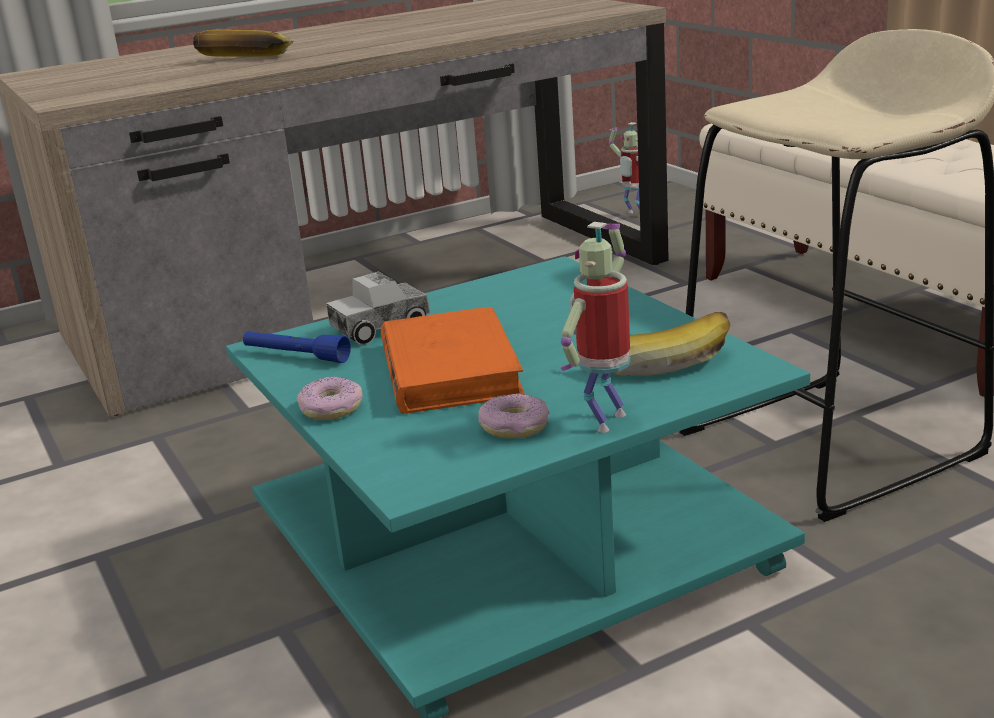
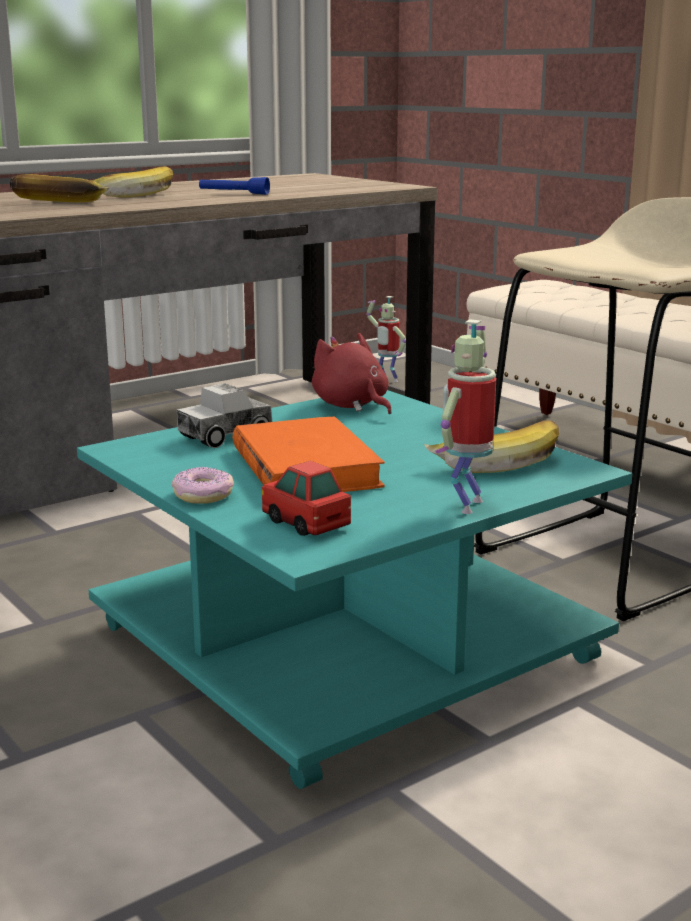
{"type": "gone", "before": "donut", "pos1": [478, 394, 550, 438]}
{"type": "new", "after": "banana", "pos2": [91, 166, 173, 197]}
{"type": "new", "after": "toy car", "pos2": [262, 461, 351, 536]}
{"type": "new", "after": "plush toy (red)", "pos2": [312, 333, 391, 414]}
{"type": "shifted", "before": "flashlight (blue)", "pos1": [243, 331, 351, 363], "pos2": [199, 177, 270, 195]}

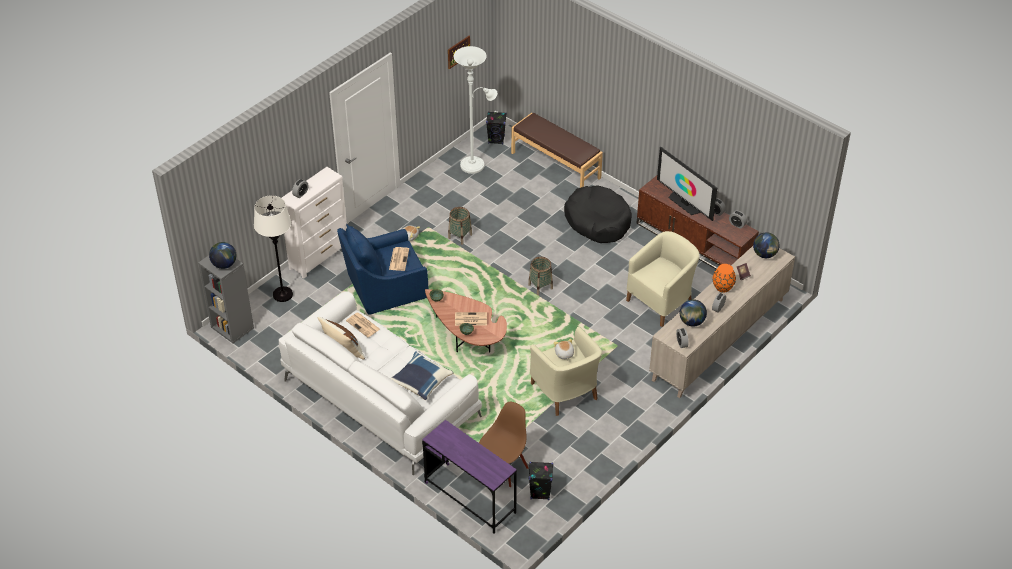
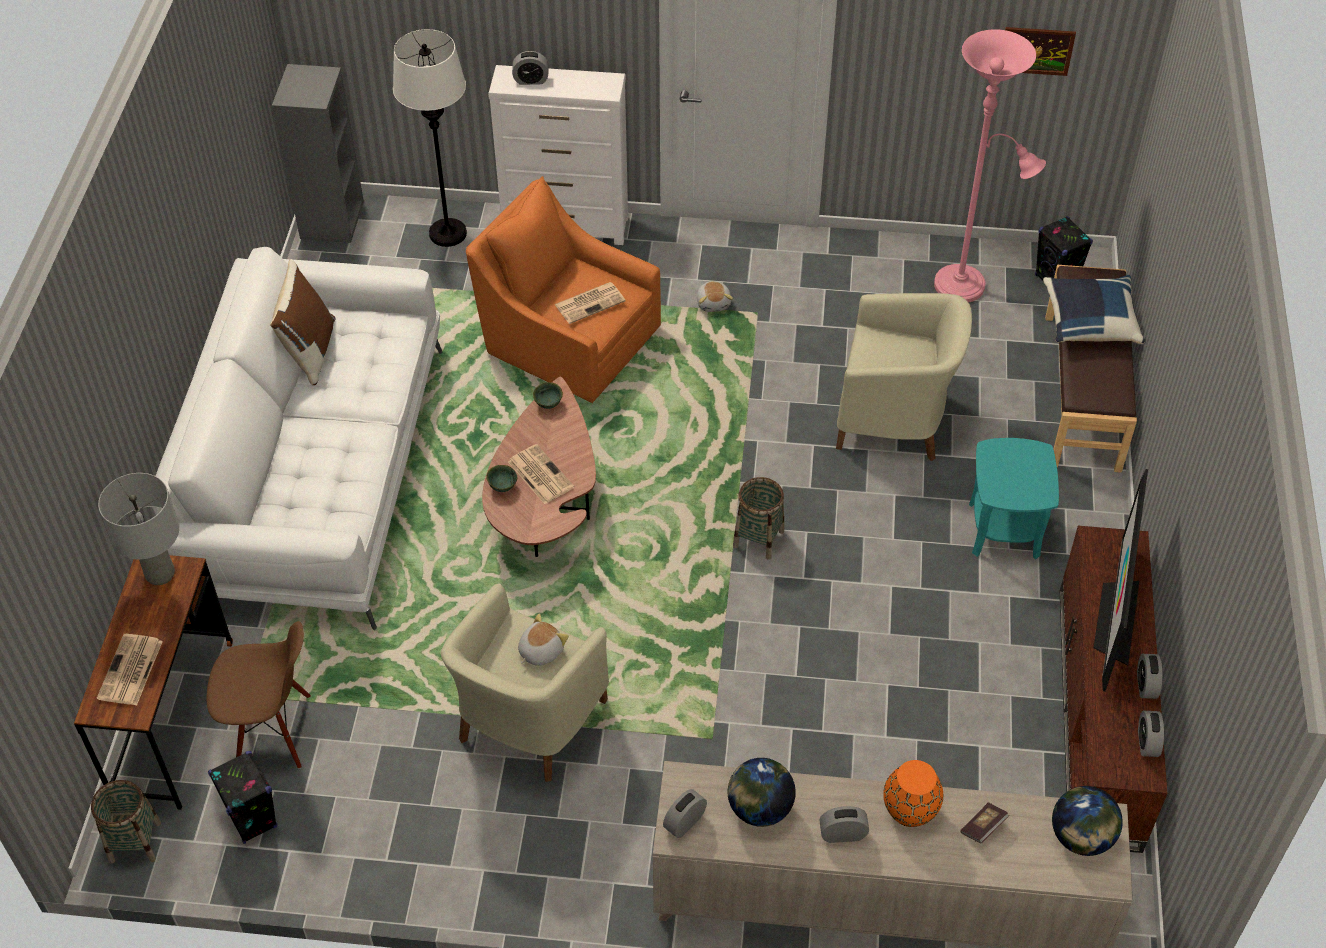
{"type": "gone", "before": "globe", "pos1": [209, 242, 236, 269]}
{"type": "new", "after": "table lamp (grey)", "pos2": [98, 473, 179, 585]}
{"type": "shifted", "before": "newspaper", "pos1": [346, 313, 380, 337], "pos2": [97, 634, 163, 705]}
{"type": "shifted", "before": "pillow (blue)", "pos1": [390, 351, 453, 400], "pos2": [1043, 275, 1145, 344]}
{"type": "shifted", "before": "basket", "pos1": [448, 207, 472, 245], "pos2": [91, 780, 161, 864]}
{"type": "shifted", "before": "armchair (beige)", "pos1": [626, 231, 700, 327], "pos2": [836, 293, 972, 461]}
{"type": "swapped", "before": "dog bed (black)", "after": "side table (turquoise)", "pos1": [564, 185, 632, 243], "pos2": [969, 438, 1059, 559]}
{"type": "repainted", "before": "armchair (blue)", "after": "armchair (orange)", "pos1": [337, 224, 429, 315], "pos2": [466, 176, 661, 403]}
{"type": "repainted", "before": "desk (purple)", "after": "desk (brown)", "pos1": [422, 420, 517, 533], "pos2": [74, 555, 233, 810]}
{"type": "repainted", "before": "floor lamp (white)", "after": "floor lamp (pink)", "pos1": [454, 46, 497, 174], "pos2": [934, 29, 1046, 303]}

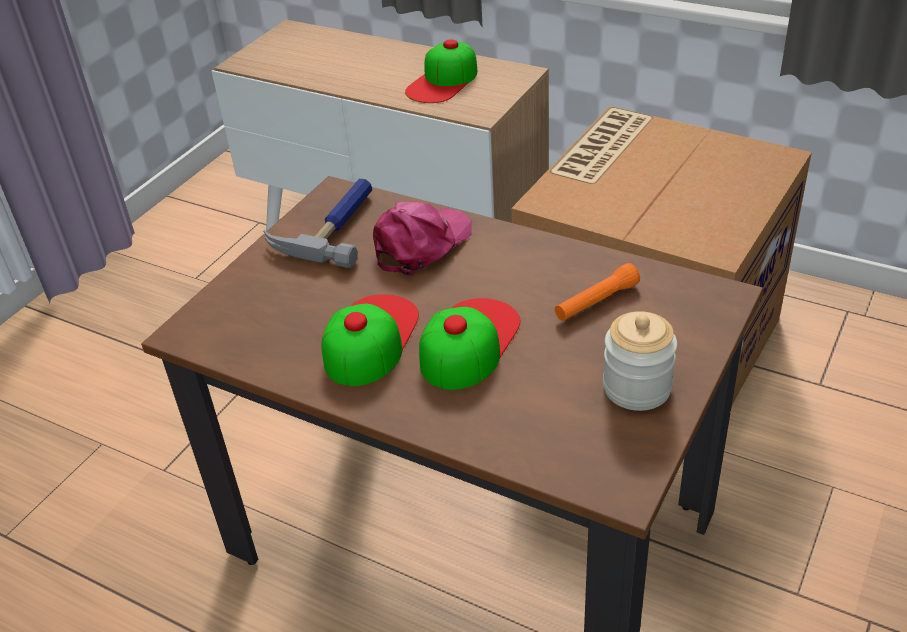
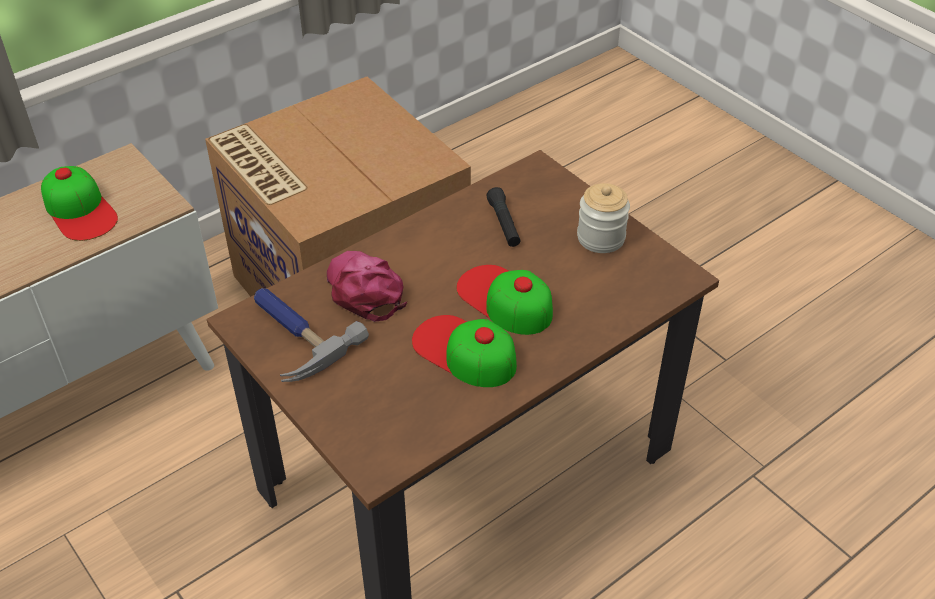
{"type": "repainted", "before": "flashlight (orange)", "after": "flashlight (black)", "pos1": [555, 263, 640, 321], "pos2": [486, 187, 521, 247]}

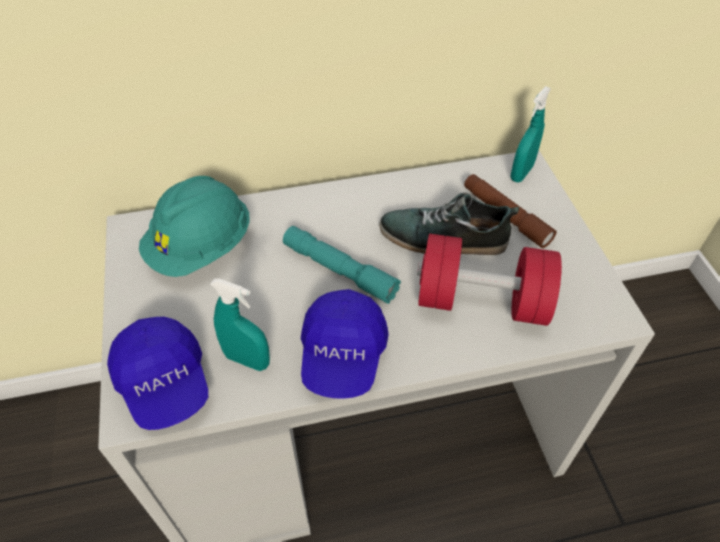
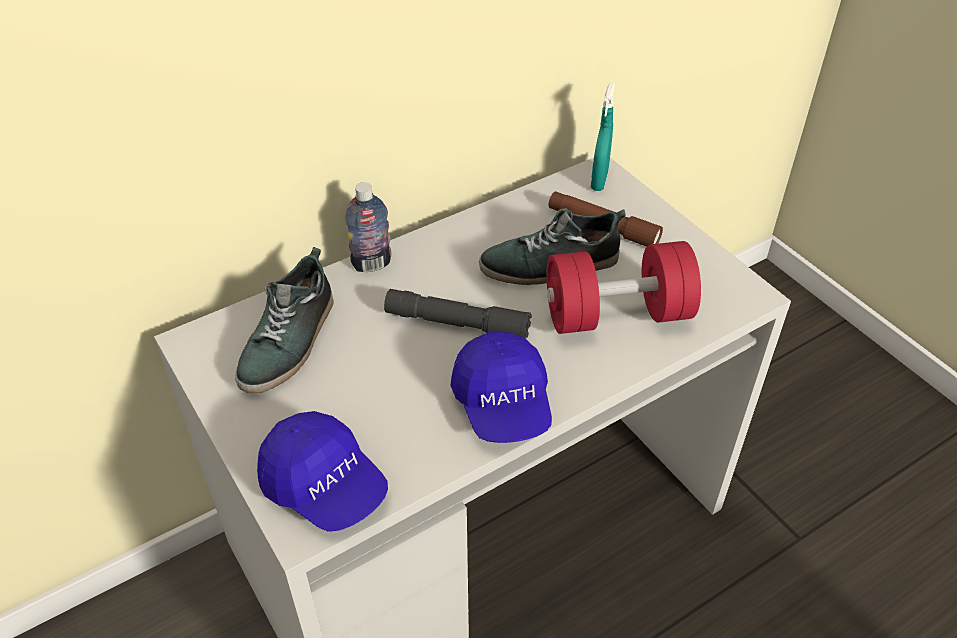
{"type": "gone", "before": "spray bottle (turquoise)", "pos1": [210, 279, 270, 371]}
{"type": "new", "after": "bottle", "pos2": [345, 182, 392, 272]}
{"type": "swapped", "before": "hard hat (turquoise)", "after": "shoe", "pos1": [139, 176, 249, 277], "pos2": [235, 247, 334, 394]}
{"type": "repainted", "before": "flashlight (turquoise)", "after": "flashlight (grey)", "pos1": [283, 226, 401, 304], "pos2": [384, 289, 531, 340]}

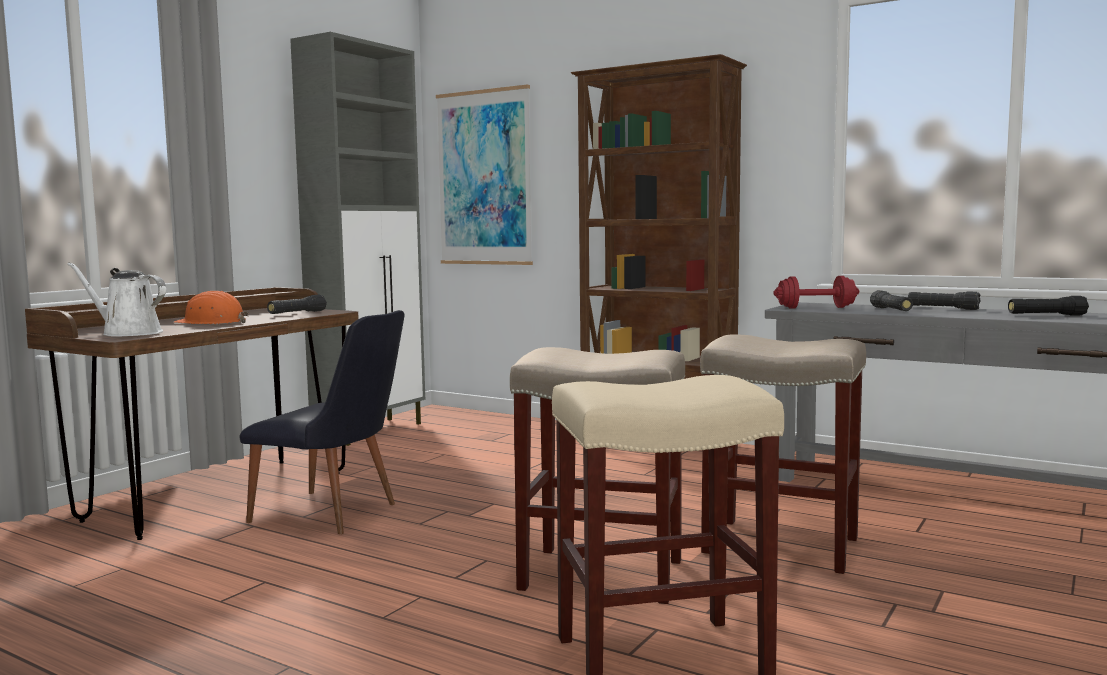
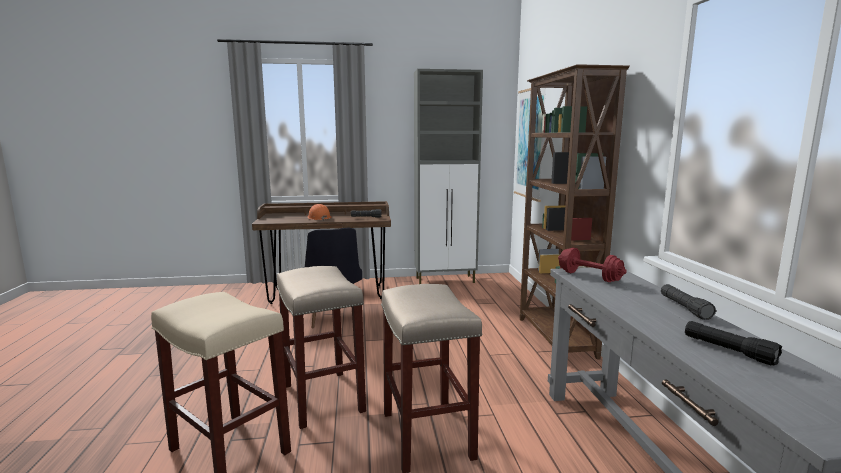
{"type": "gone", "before": "watering can (white)", "pos1": [67, 262, 166, 336]}
{"type": "gone", "before": "flashlight (black)", "pos1": [870, 290, 913, 311]}

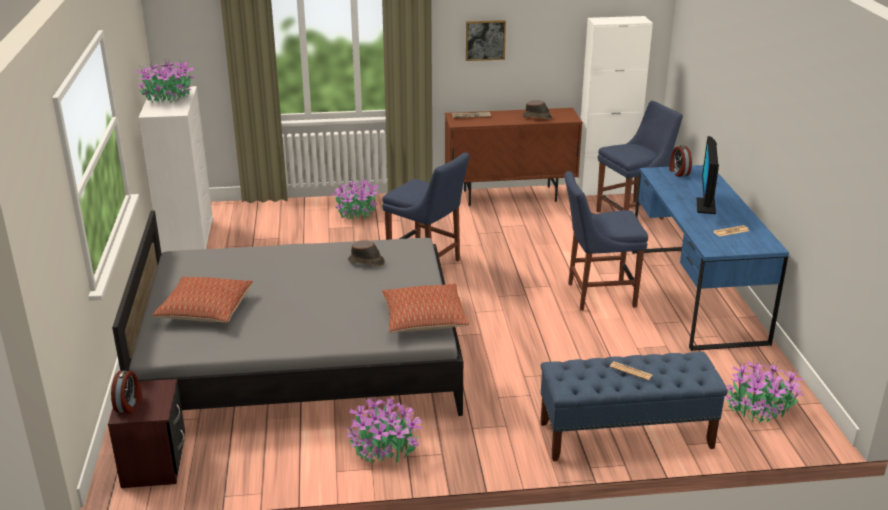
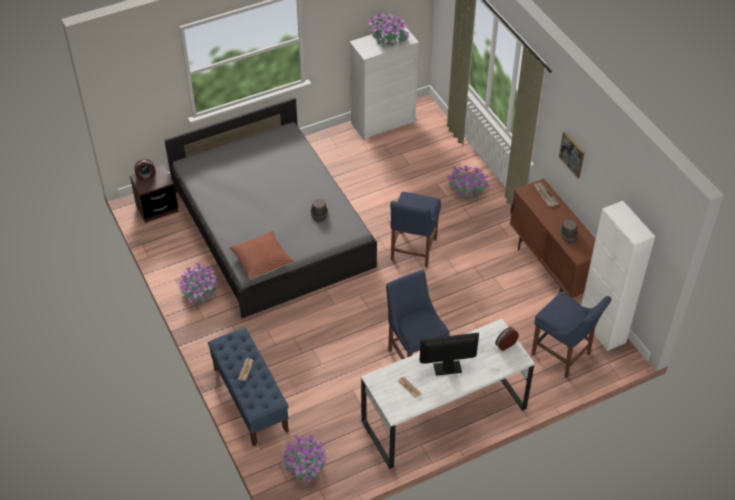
{"type": "gone", "before": "pillow", "pos1": [152, 277, 253, 323]}
{"type": "repainted", "before": "desk (blue)", "after": "desk (white)", "pos1": [632, 165, 789, 351], "pos2": [361, 319, 535, 469]}

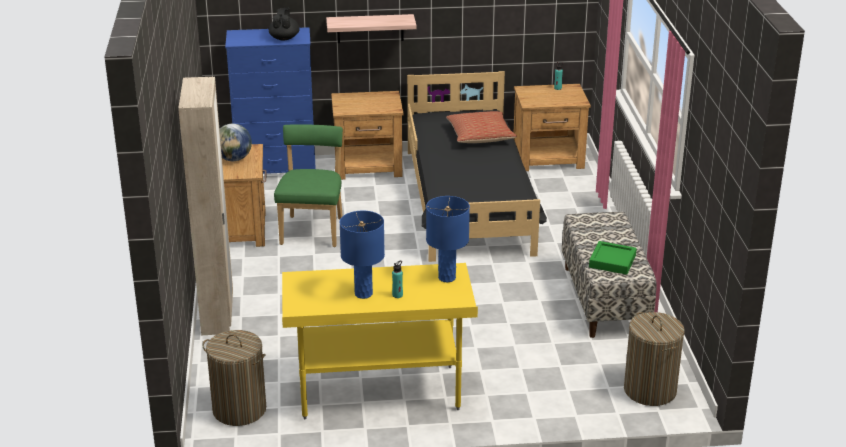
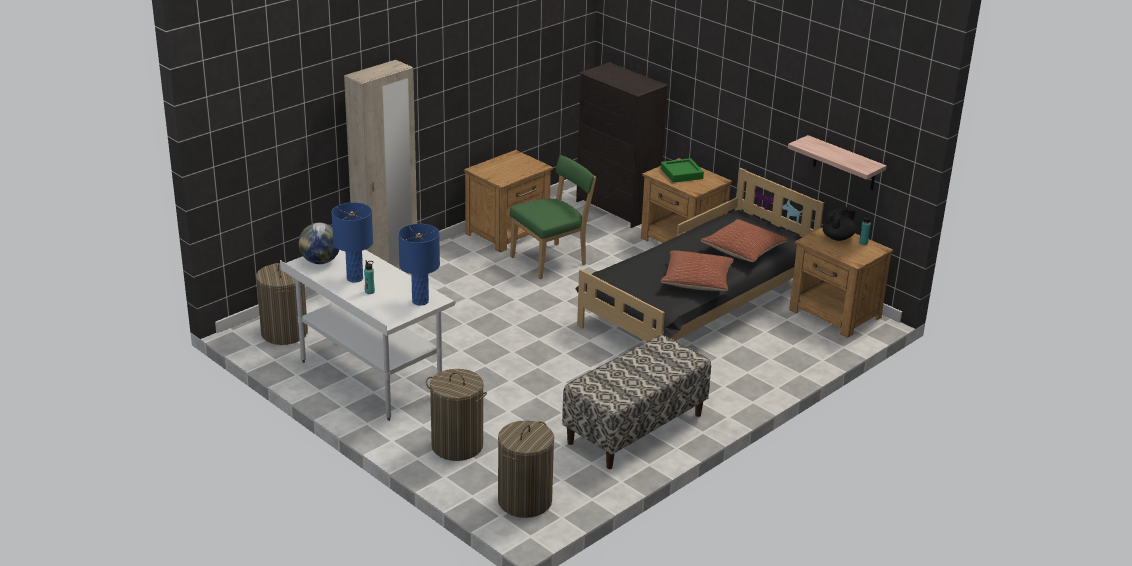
{"type": "new", "after": "laundry basket", "pos2": [426, 369, 487, 461]}
{"type": "new", "after": "pillow", "pos2": [660, 251, 734, 291]}
{"type": "shifted", "before": "globe", "pos1": [219, 123, 252, 161], "pos2": [299, 223, 339, 264]}
{"type": "shifted", "before": "teapot (black)", "pos1": [269, 8, 300, 40], "pos2": [822, 207, 856, 241]}
{"type": "shifted", "before": "shelf", "pos1": [326, 14, 416, 43], "pos2": [788, 135, 887, 190]}
{"type": "shifted", "before": "tray (green)", "pos1": [589, 241, 637, 275], "pos2": [661, 158, 704, 183]}
{"type": "repainted", "before": "dresser (blue)", "after": "dresser (black)", "pos1": [225, 27, 316, 174], "pos2": [576, 62, 668, 228]}
{"type": "repainted", "before": "desk (yellow)", "after": "desk (white)", "pos1": [282, 263, 478, 419], "pos2": [280, 250, 456, 421]}

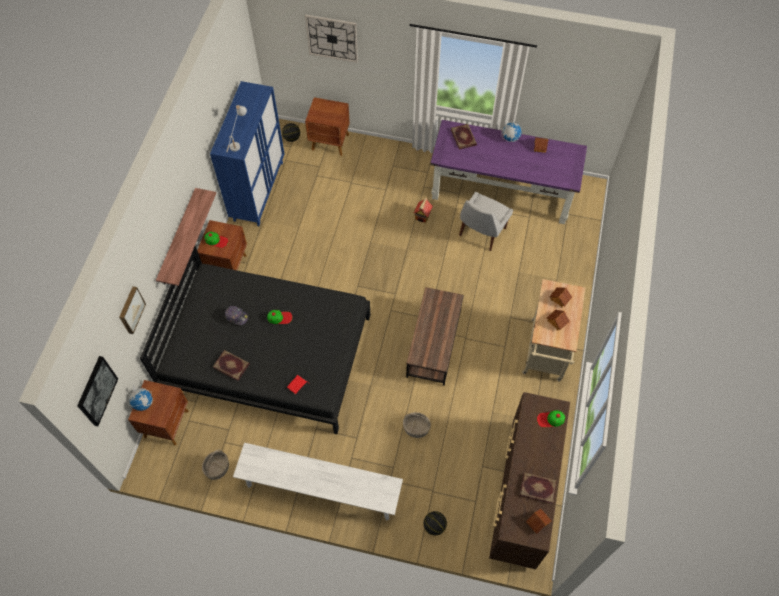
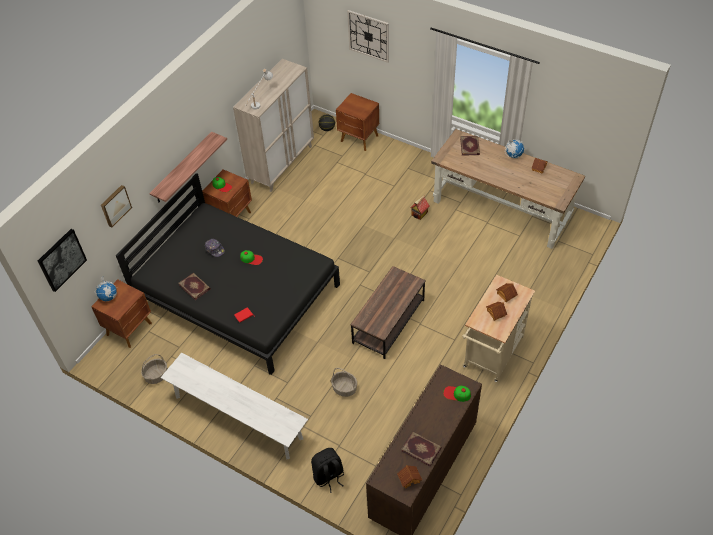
{"type": "gone", "before": "chair (white)", "pos1": [459, 192, 513, 251]}
{"type": "swapped", "before": "basketball", "after": "backpack (black)", "pos1": [423, 511, 447, 535], "pos2": [311, 448, 344, 493]}
{"type": "repainted", "before": "cabinet (blue)", "after": "cabinet (beige)", "pos1": [210, 81, 284, 226], "pos2": [233, 59, 314, 192]}
{"type": "repainted", "before": "desk (purple)", "after": "desk (brown)", "pos1": [430, 120, 587, 224], "pos2": [431, 129, 585, 249]}

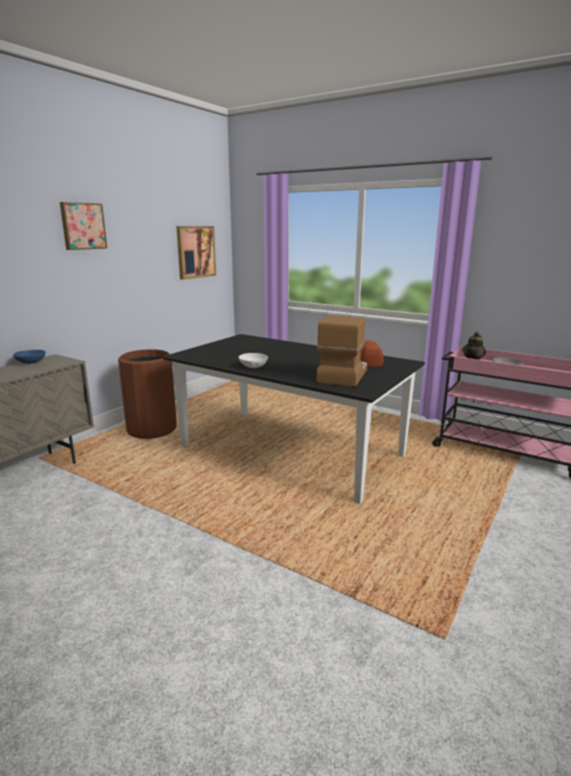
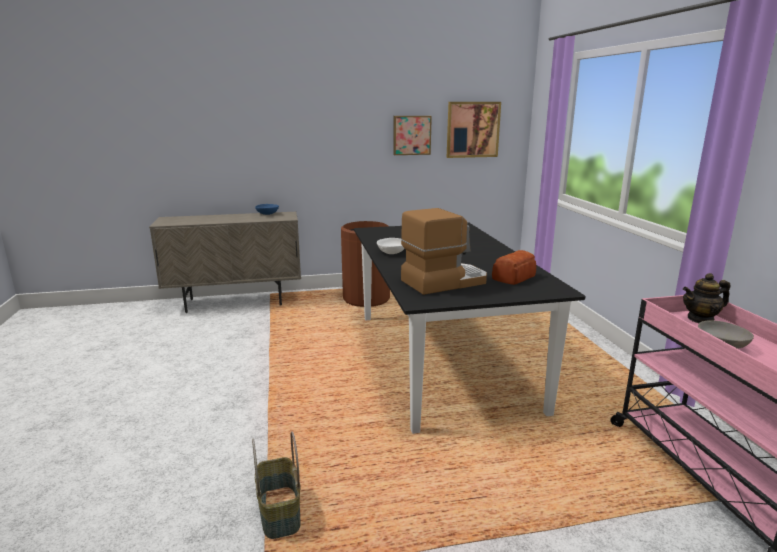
{"type": "new", "after": "basket", "pos2": [252, 431, 301, 539]}
{"type": "shifted", "before": "picture", "pos1": [60, 202, 107, 250], "pos2": [393, 116, 432, 155]}

